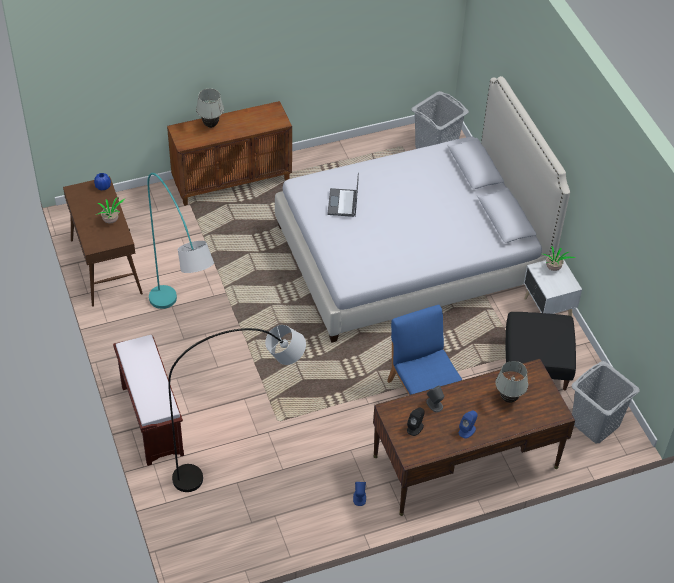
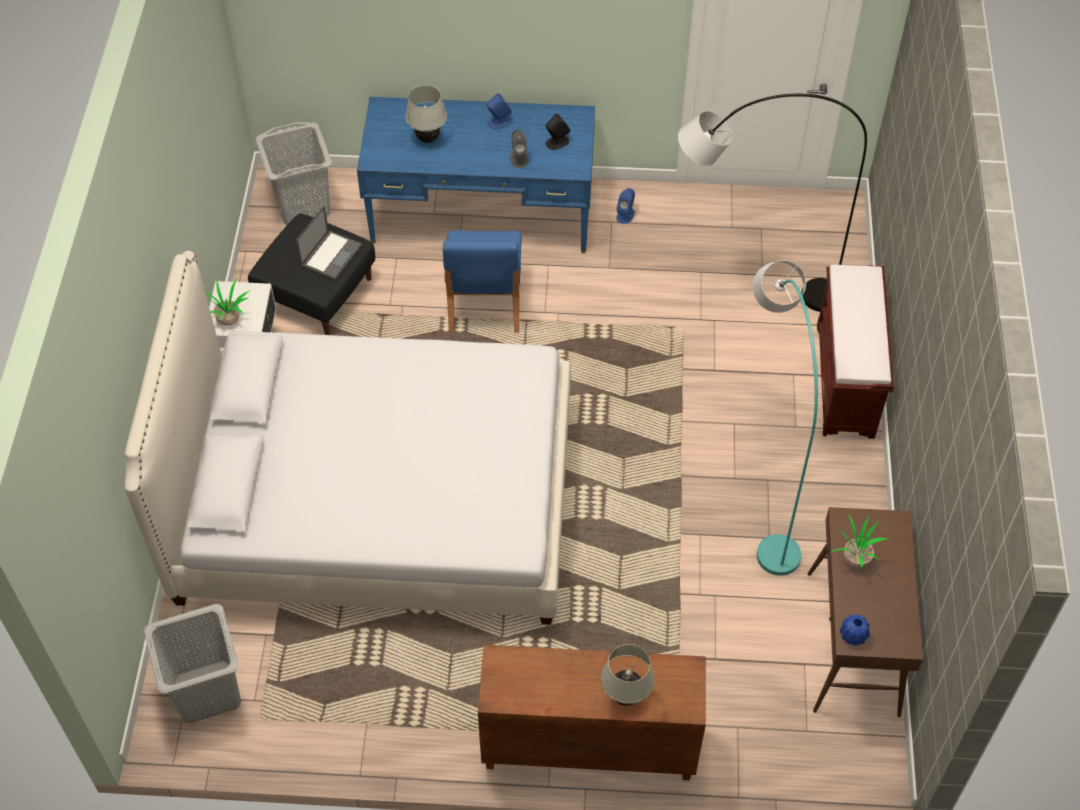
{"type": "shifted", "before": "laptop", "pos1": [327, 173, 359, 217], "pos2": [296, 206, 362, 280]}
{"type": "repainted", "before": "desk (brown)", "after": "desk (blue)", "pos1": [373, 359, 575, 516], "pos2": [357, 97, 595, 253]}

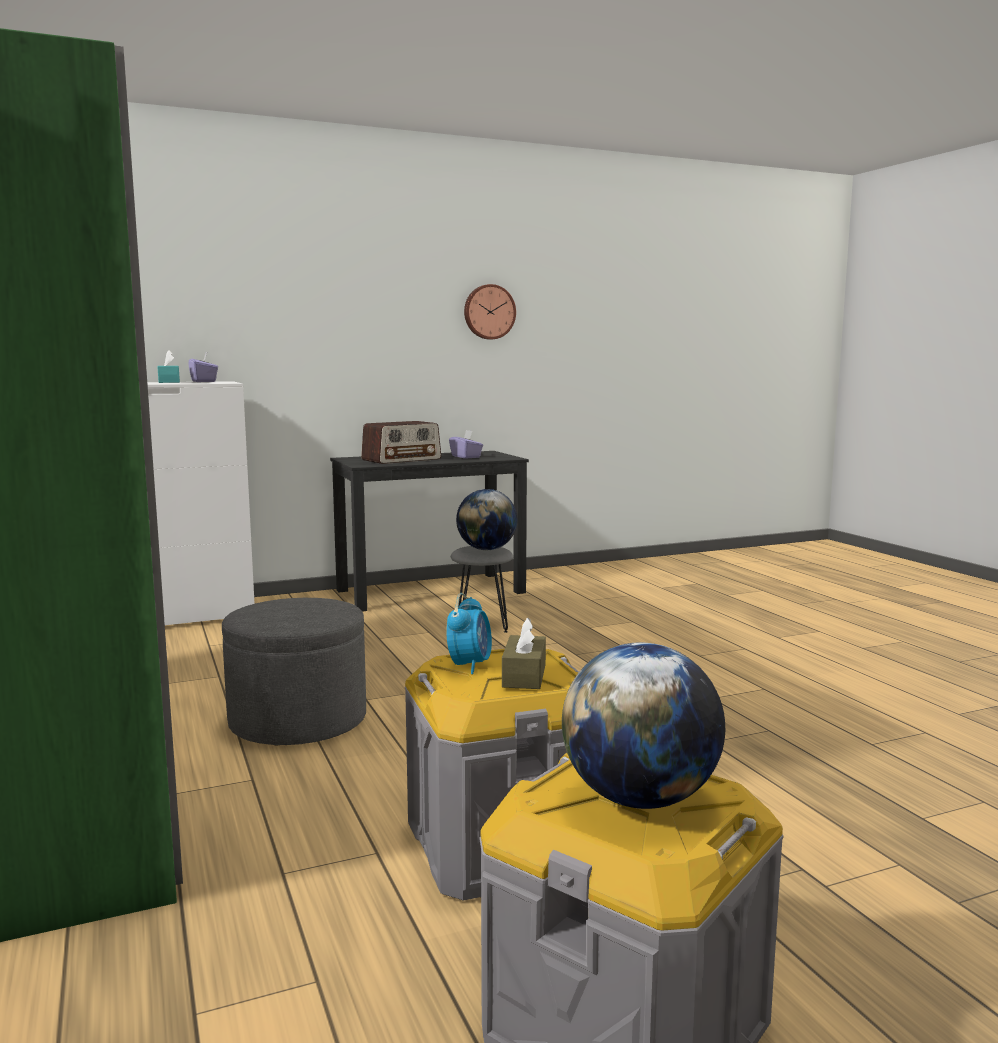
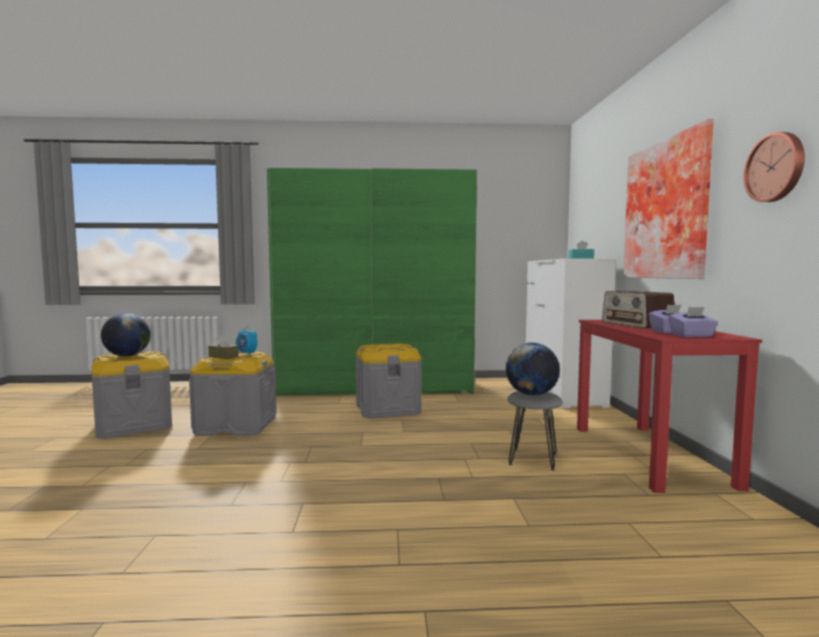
{"type": "new", "after": "picture", "pos2": [623, 119, 714, 279]}
{"type": "shifted", "before": "tissue box (purple)", "pos1": [188, 352, 218, 382], "pos2": [669, 307, 718, 337]}
{"type": "swapped", "before": "ottoman (grey)", "after": "storage box (grey)", "pos1": [222, 598, 366, 746], "pos2": [355, 343, 422, 419]}
{"type": "repainted", "before": "desk (black)", "after": "desk (red)", "pos1": [330, 451, 529, 612], "pos2": [577, 320, 762, 493]}

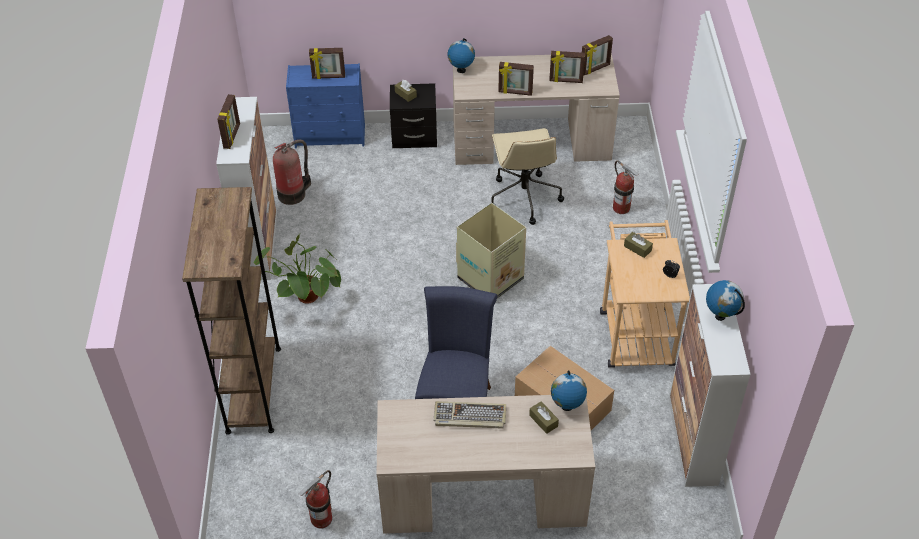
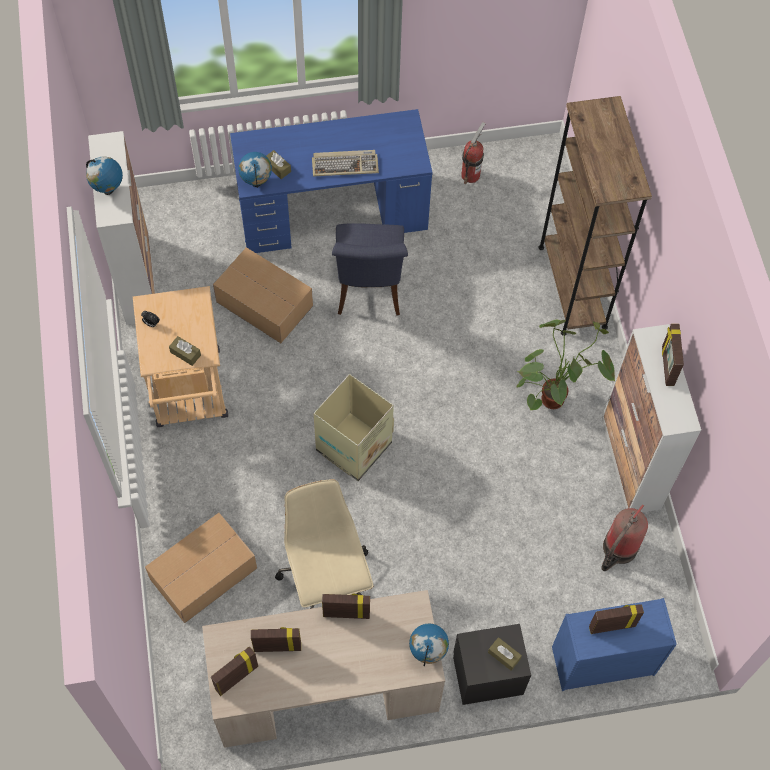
{"type": "swapped", "before": "fire extinguisher", "after": "cardboard box", "pos1": [613, 161, 639, 214], "pos2": [145, 513, 257, 623]}
{"type": "repainted", "before": "desk (beige)", "after": "desk (blue)", "pos1": [377, 395, 595, 534], "pos2": [230, 109, 433, 253]}

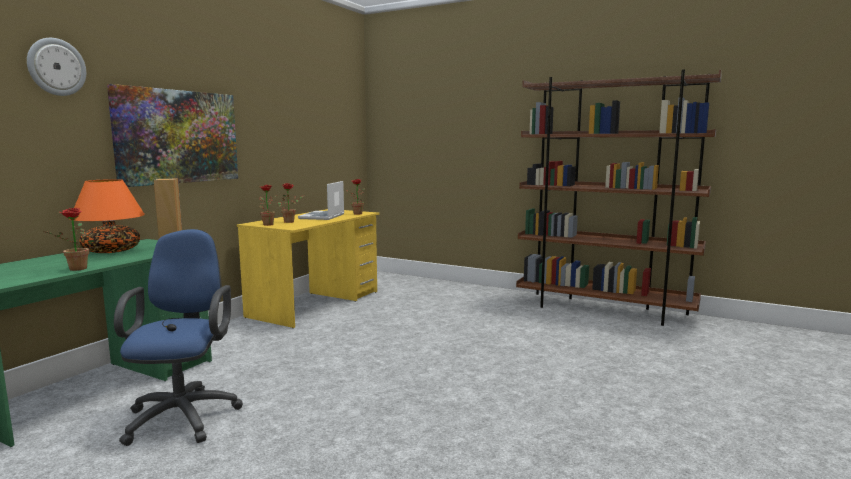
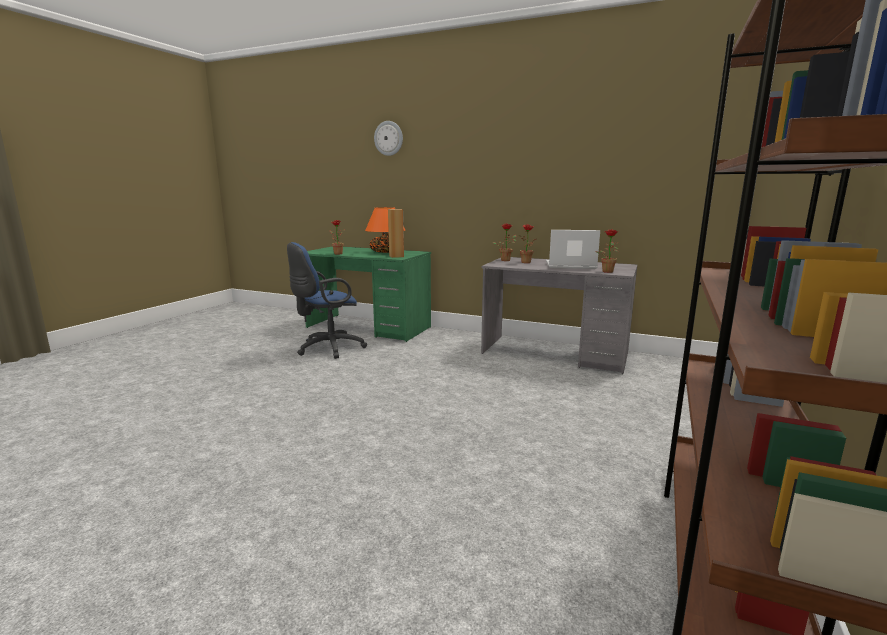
{"type": "gone", "before": "picture", "pos1": [107, 84, 238, 187]}
{"type": "repainted", "before": "desk (yellow)", "after": "desk (grey)", "pos1": [237, 209, 379, 328], "pos2": [481, 257, 637, 374]}
{"type": "rotated", "before": "office chair (blue)", "pos1": [114, 229, 243, 446], "pos2": [287, 242, 367, 359], "turn": 150}

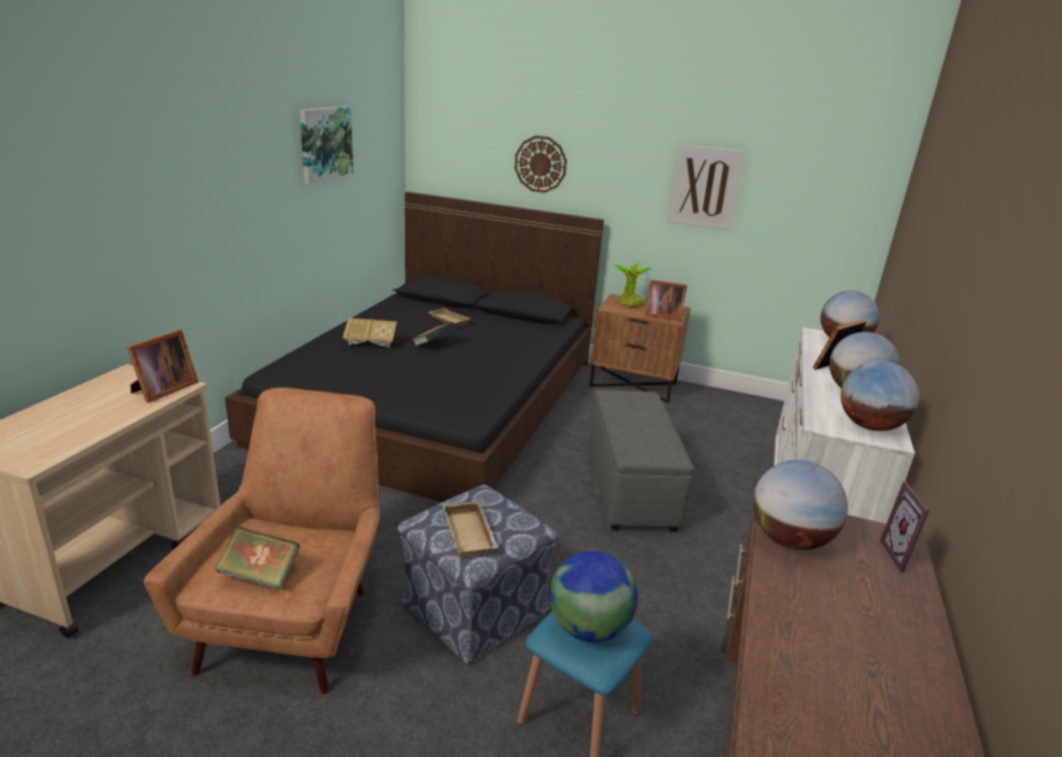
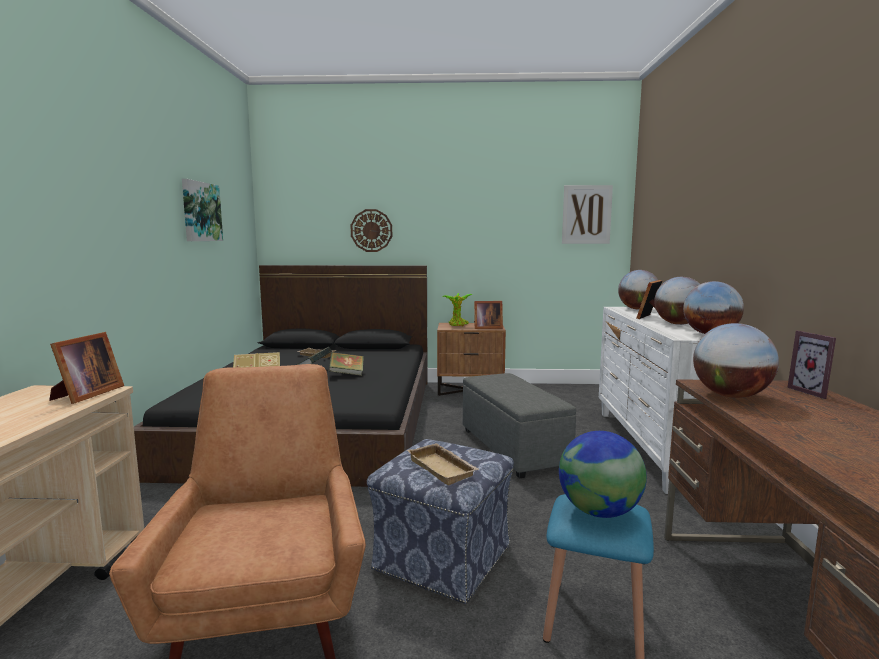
{"type": "shifted", "before": "book", "pos1": [215, 526, 300, 590], "pos2": [329, 352, 364, 376]}
{"type": "shifted", "before": "picture", "pos1": [667, 144, 745, 231], "pos2": [562, 185, 613, 244]}

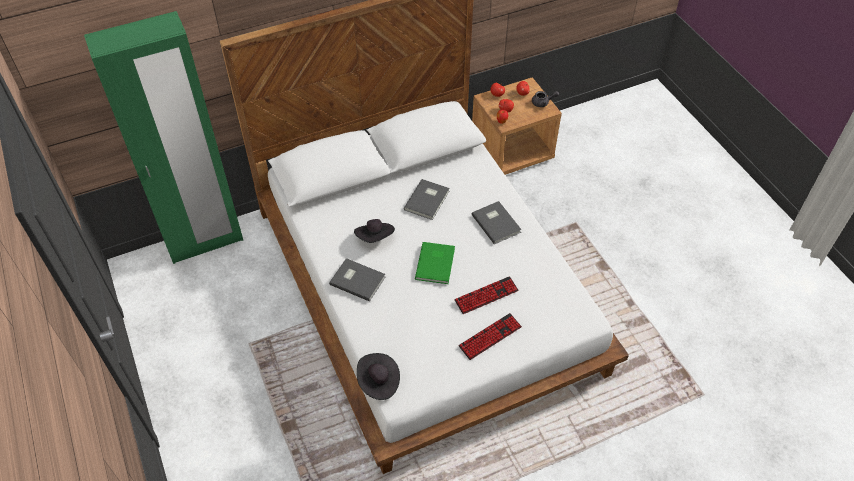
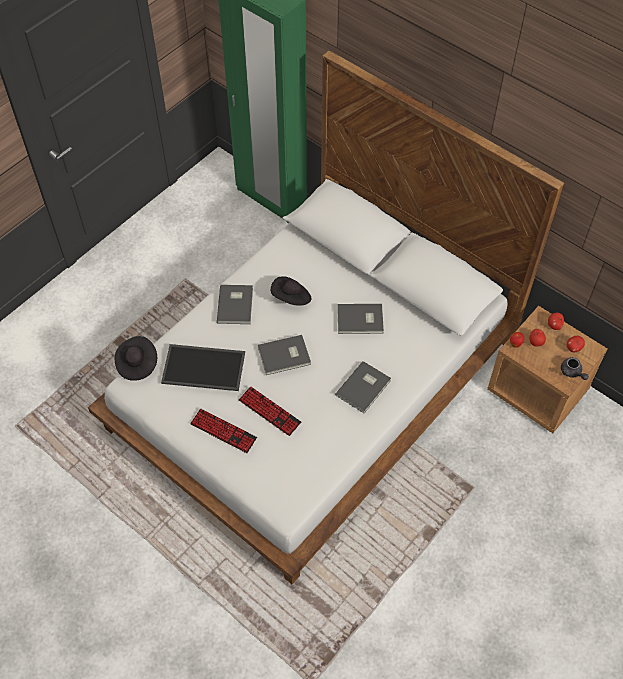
{"type": "new", "after": "tray", "pos2": [161, 344, 245, 391]}
{"type": "repainted", "before": "book (green)", "after": "book (grey)", "pos1": [415, 242, 455, 284], "pos2": [258, 335, 311, 375]}

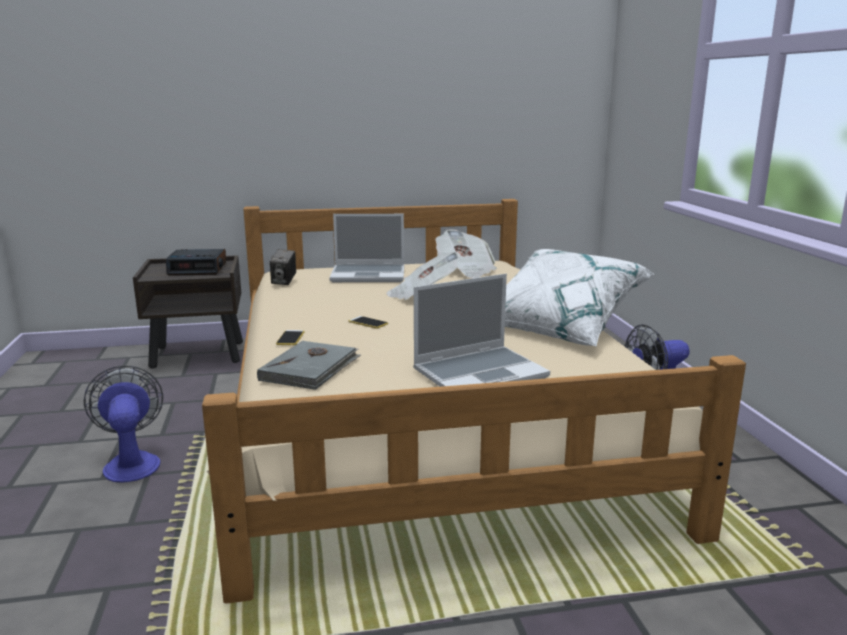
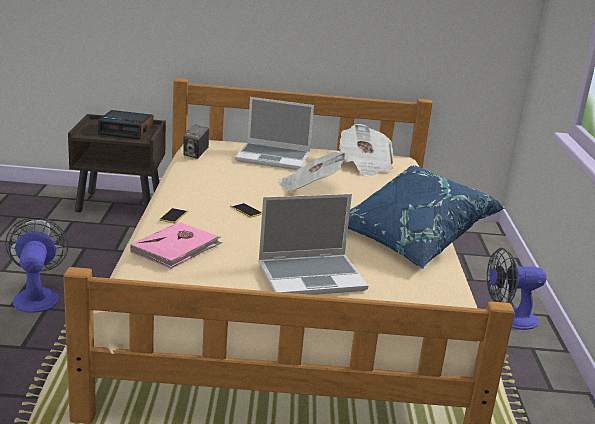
{"type": "repainted", "before": "book (grey)", "after": "book (pink)", "pos1": [257, 341, 361, 390], "pos2": [130, 222, 222, 269]}
{"type": "repainted", "before": "pillow (white)", "after": "pillow (blue)", "pos1": [505, 249, 655, 346], "pos2": [348, 165, 504, 269]}

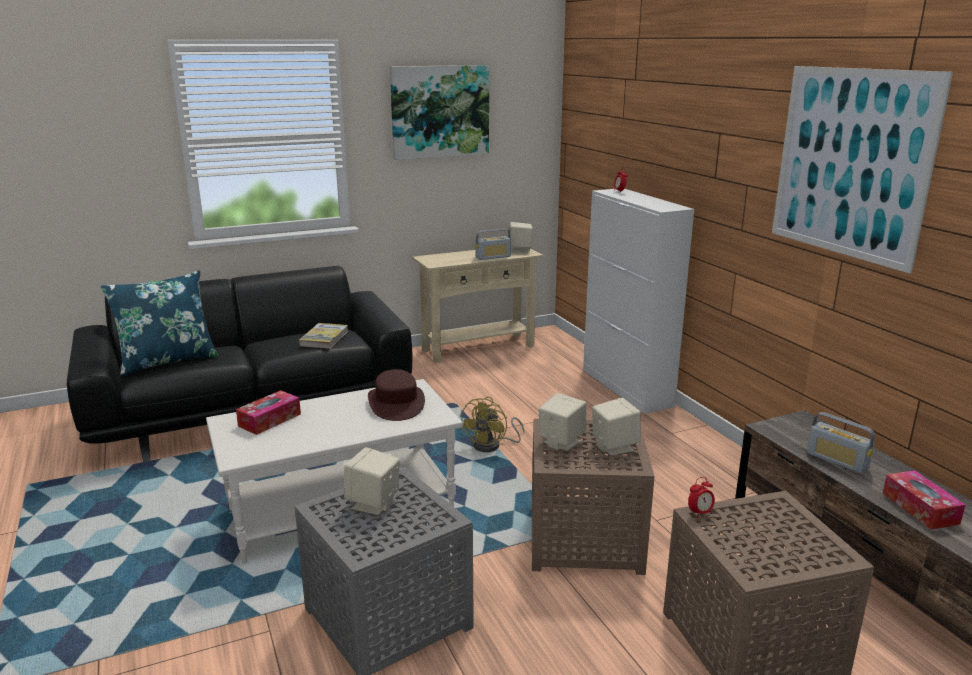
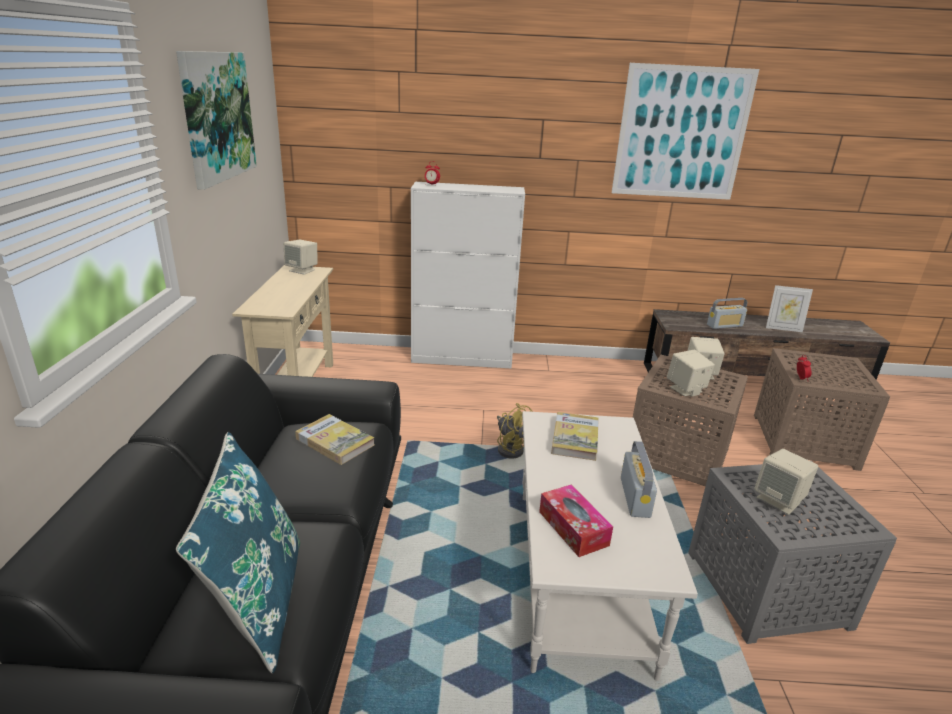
{"type": "shifted", "before": "radio", "pos1": [476, 229, 511, 260], "pos2": [621, 441, 657, 518]}
{"type": "swapped", "before": "hat (brown)", "after": "book", "pos1": [368, 369, 425, 421], "pos2": [551, 412, 599, 461]}
{"type": "swapped", "before": "tissue box", "after": "picture frame", "pos1": [883, 470, 965, 530], "pos2": [766, 285, 813, 332]}

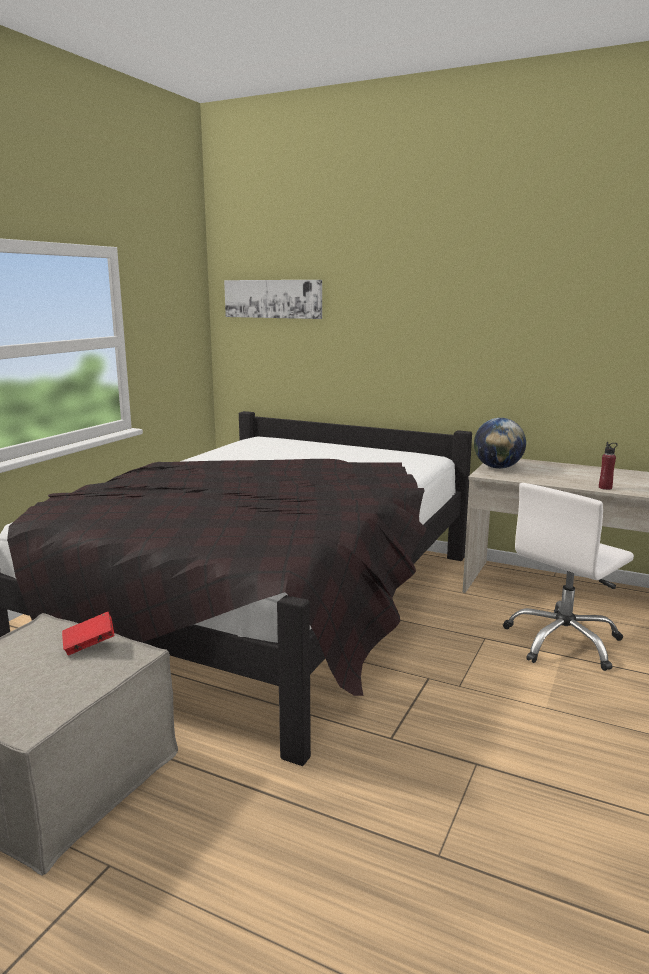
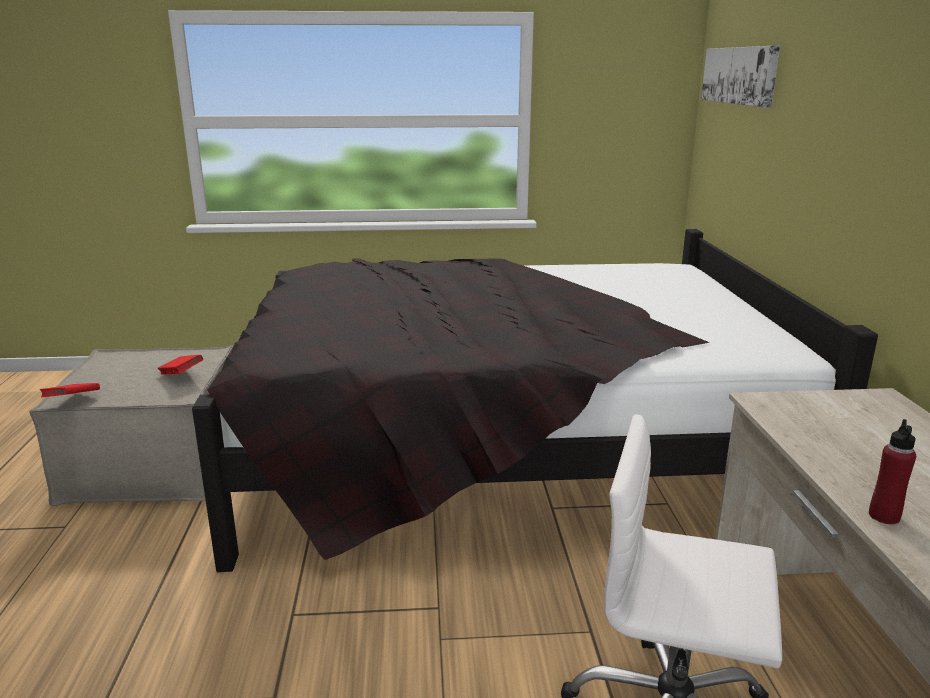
{"type": "gone", "before": "globe", "pos1": [474, 418, 526, 469]}
{"type": "new", "after": "book (red)", "pos2": [40, 383, 100, 397]}

